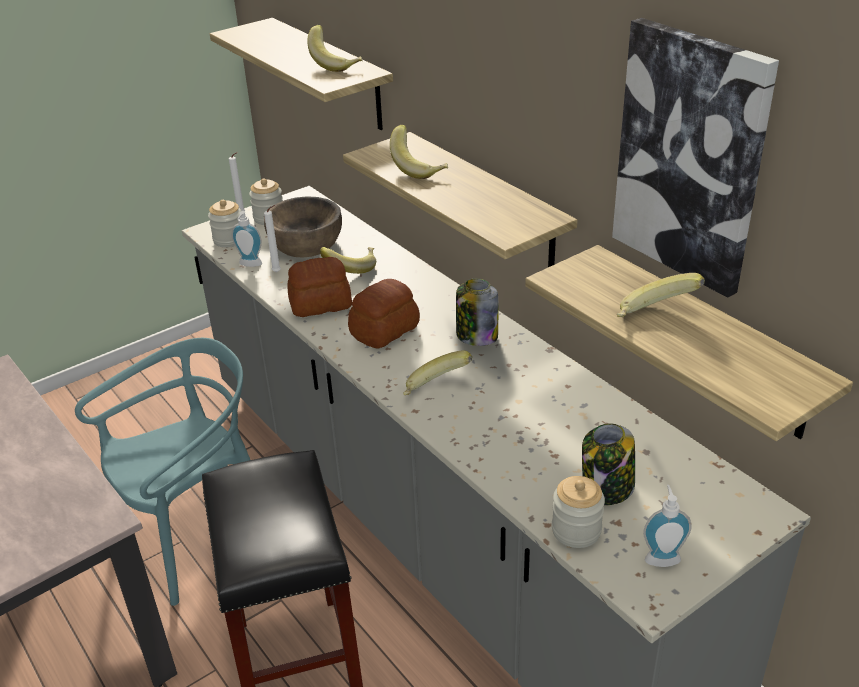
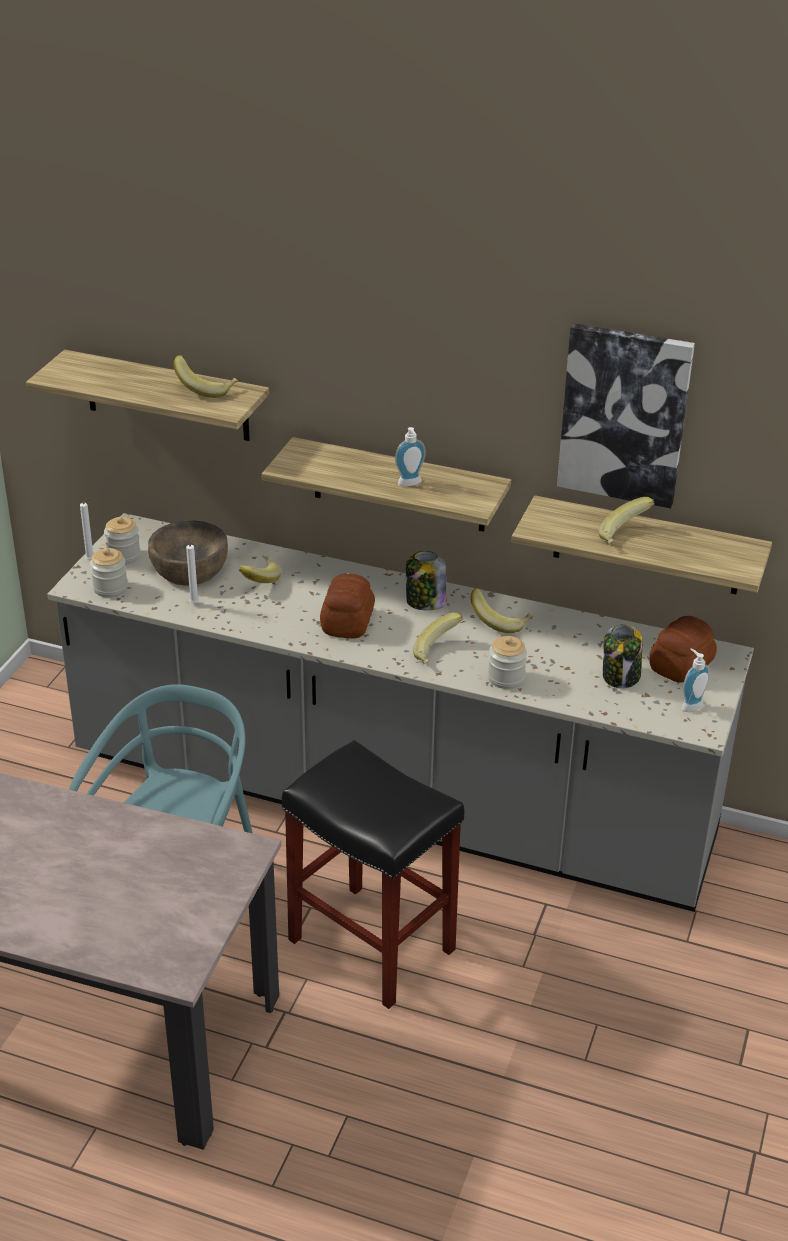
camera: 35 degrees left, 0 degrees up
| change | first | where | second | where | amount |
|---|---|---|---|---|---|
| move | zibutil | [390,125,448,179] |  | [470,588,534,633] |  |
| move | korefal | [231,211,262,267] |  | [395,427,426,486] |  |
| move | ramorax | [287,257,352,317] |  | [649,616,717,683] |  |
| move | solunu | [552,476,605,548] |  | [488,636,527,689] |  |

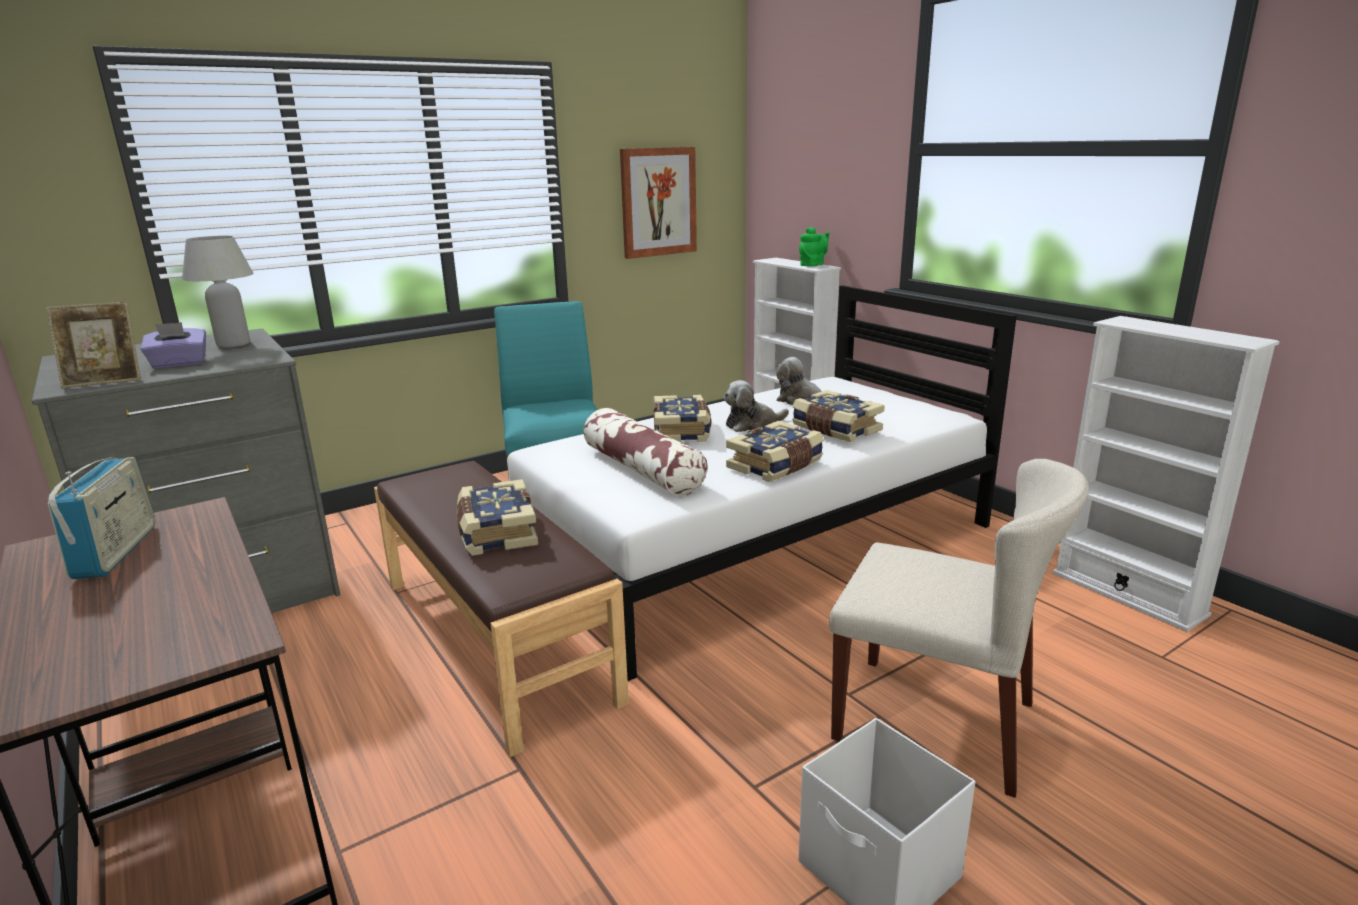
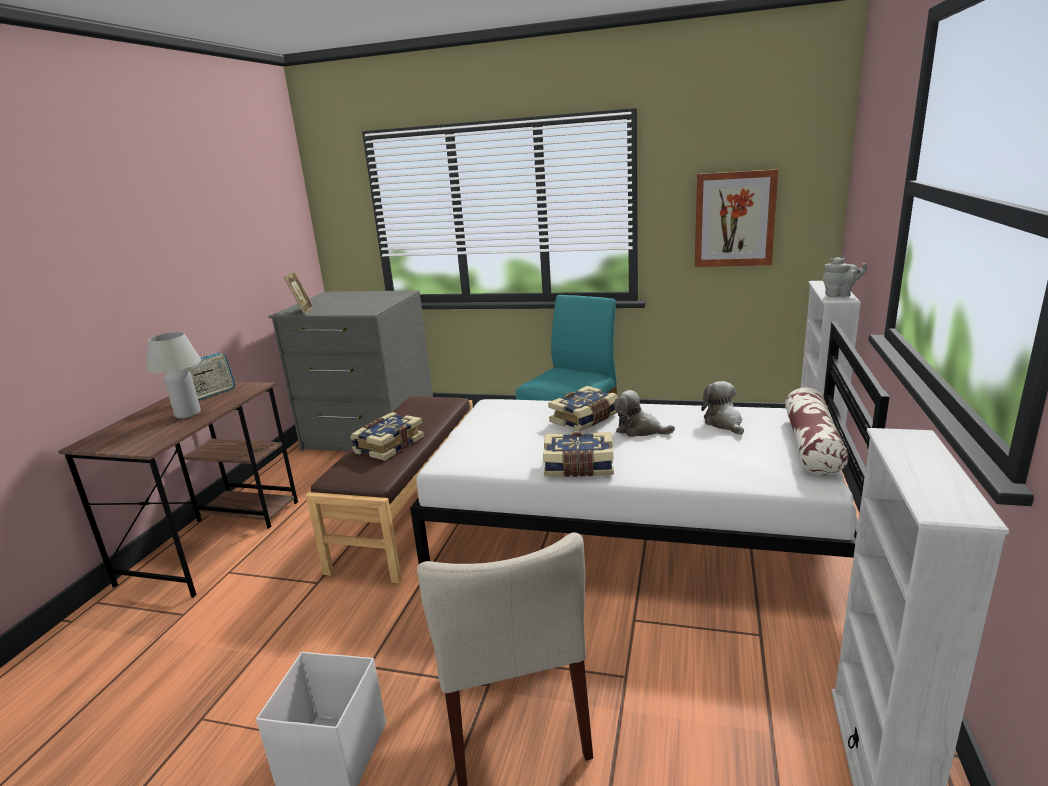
camera: 50 degrees right, 0 degrees up
| change | first | where | second | where | amount |
|---|---|---|---|---|---|
| recolor | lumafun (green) | [799,227,829,267] | lumafun (grey) | [823,257,867,297] |  |
| move | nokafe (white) | [182,236,254,348] |  | [146,332,201,419] |  |
| rotate | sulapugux | [46,302,141,388] |  | [284,271,313,315] | 120 degrees counterclockwise |
| delete | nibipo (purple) | [141,322,206,368] |  |  |  |
| delete | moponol | [792,390,884,442] |  |  |  |
| move | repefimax | [583,408,708,496] |  | [785,387,849,475] |  |

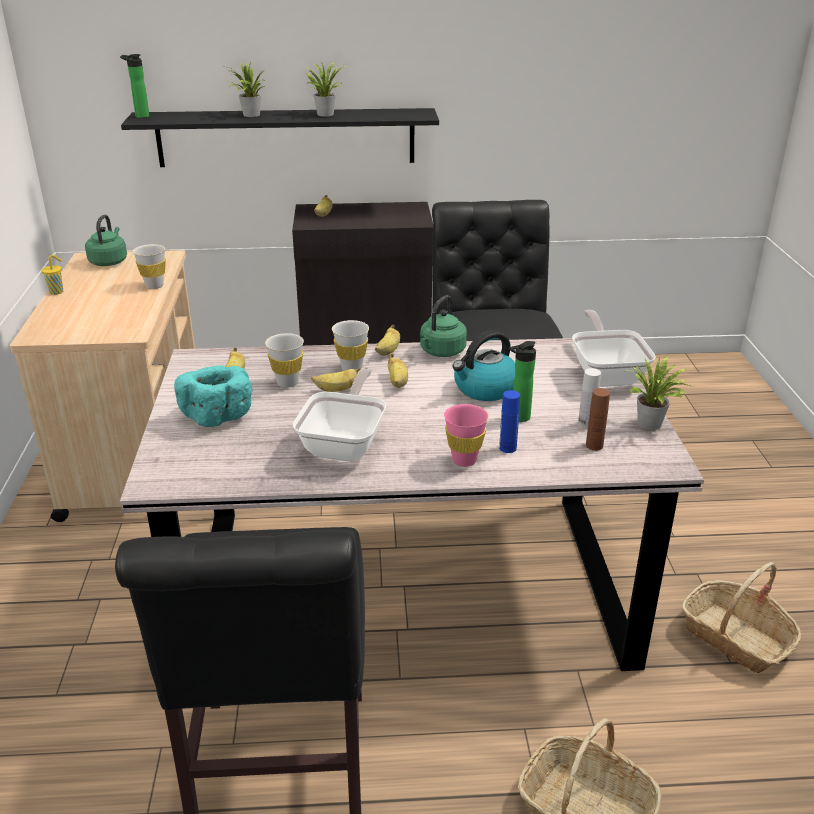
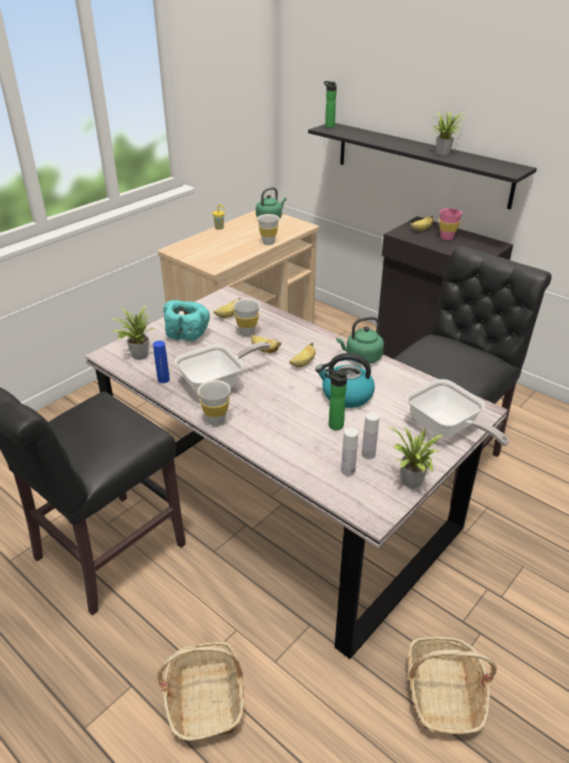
camera: 45 degrees right, 5 degrees up
| change | first | where | second | where | amount |
|---|---|---|---|---|---|
| move | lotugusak | [228,63,266,117] |  | [113,304,156,360] |  |
| rotate | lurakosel | [572,310,656,387] |  | [407,379,509,446] | 105 degrees clockwise |
| move | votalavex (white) | [332,320,369,371] |  | [198,380,230,426] |  |
| delete | zibutil | [375,325,400,356] |  |  |  |
| recolor | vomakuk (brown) | [586,388,610,451] | vomakuk (white) | [341,428,358,476] |  |
| move | vomakuk (blue) | [499,390,520,453] |  | [153,341,170,383] |  |
| move | votalavex (pink) | [444,404,489,467] |  | [439,208,462,241] |  |

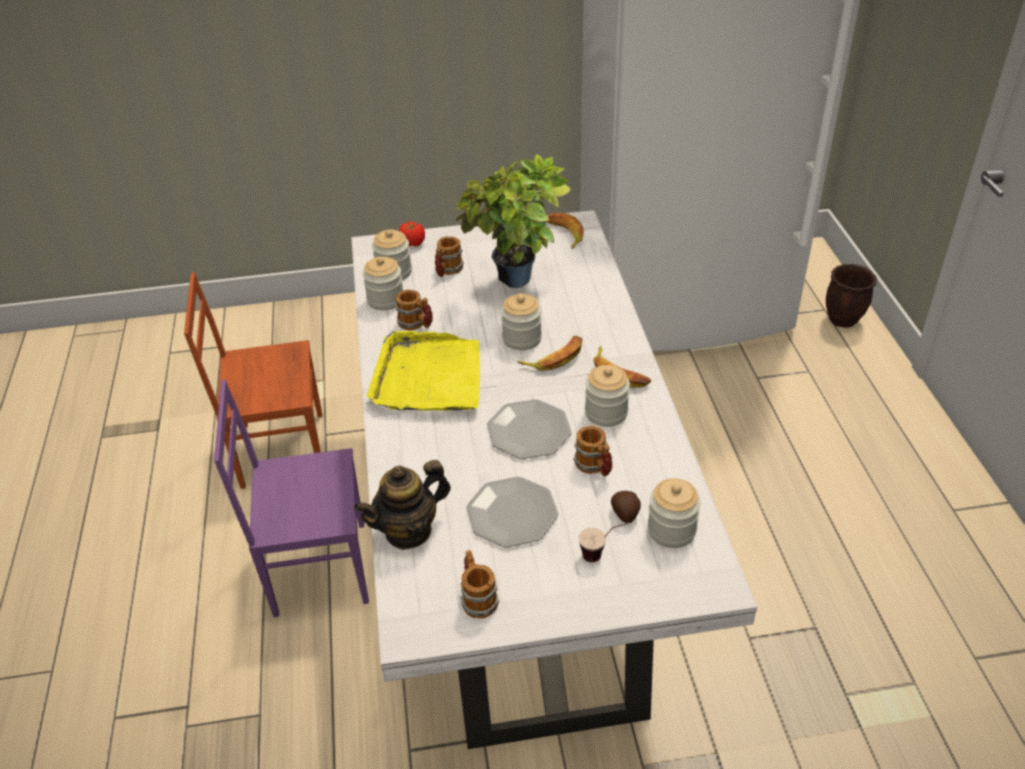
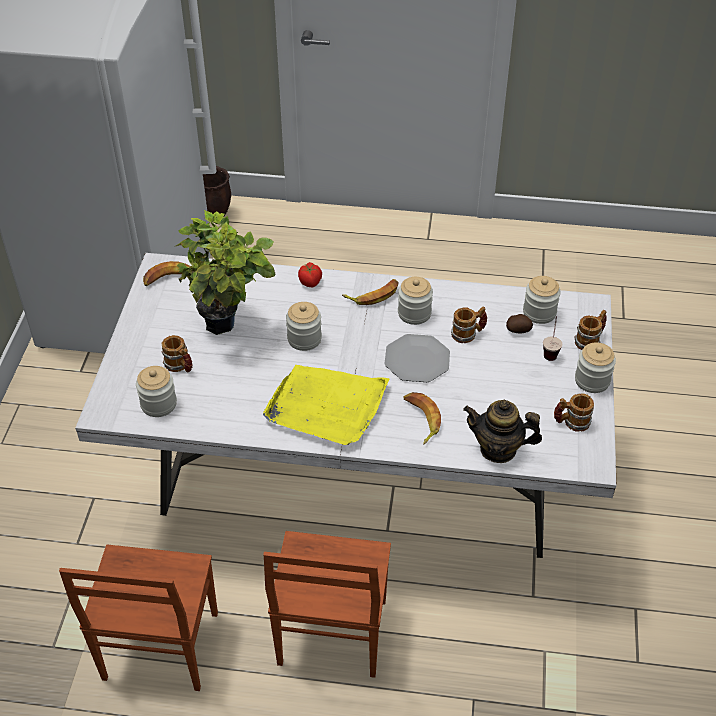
camera: 75 degrees left, 5 degrees up
| change | first | where | second | where | amount |
|---|---|---|---|---|---|
| move | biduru | [399,221,425,247] |  | [298,262,322,287] |  |
| move | solunu | [363,256,403,311] |  | [575,342,616,393] |  |
| move | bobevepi | [395,290,433,330] |  | [574,310,607,350] |  |
| move | zibutil | [518,336,582,371] |  | [404,392,441,444] |  |
| recolor | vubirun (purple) | [214,379,369,617] | vubirun (brown) | [263,531,391,678] |  |
| rotate | lumafun | [354,460,451,550] |  | [463,400,542,463] | 120 degrees clockwise |
| delete | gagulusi | [466,477,559,547] |  |  |  |

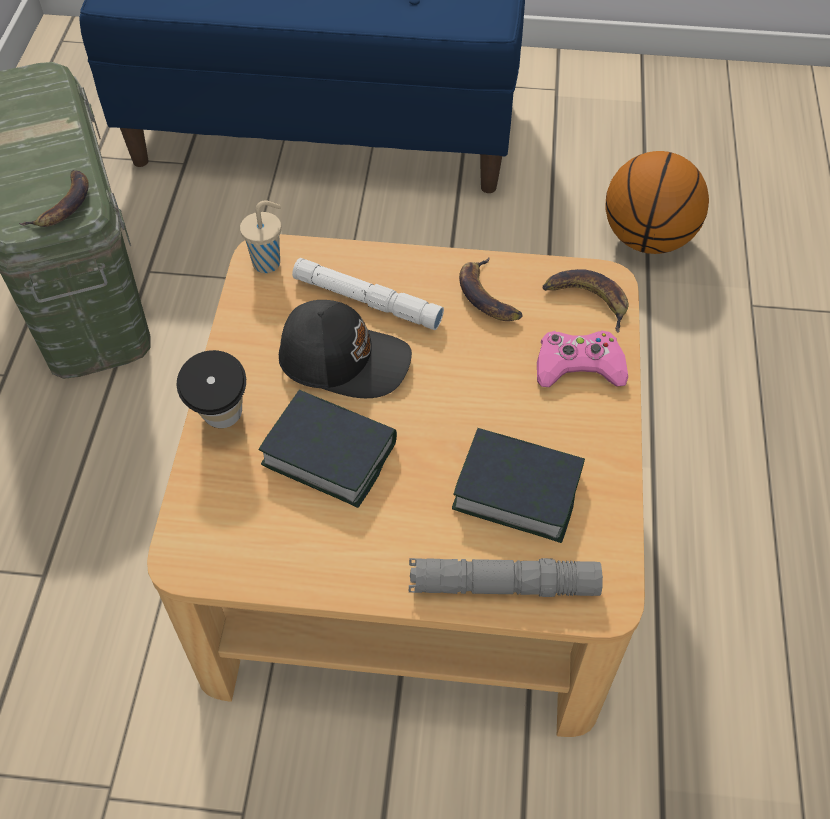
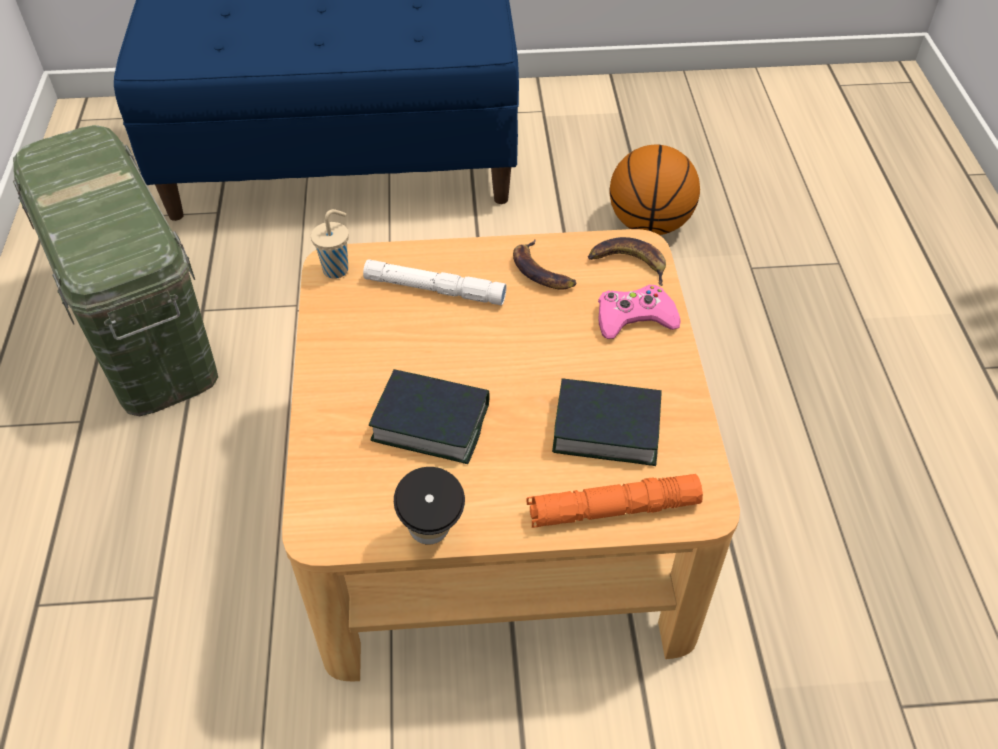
camera: 10 degrees left, 5 degrees down
| change | first | where | second | where | amount |
|---|---|---|---|---|---|
| delete | zibutil | [19,170,89,227] |  |  |  |
| delete | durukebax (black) | [279,300,412,398] |  |  |  |
| move | votalavex | [177,350,246,428] |  | [394,467,465,545] |  |
| recolor | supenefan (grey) | [409,558,603,597] | supenefan (orange) | [527,474,703,528] |  |

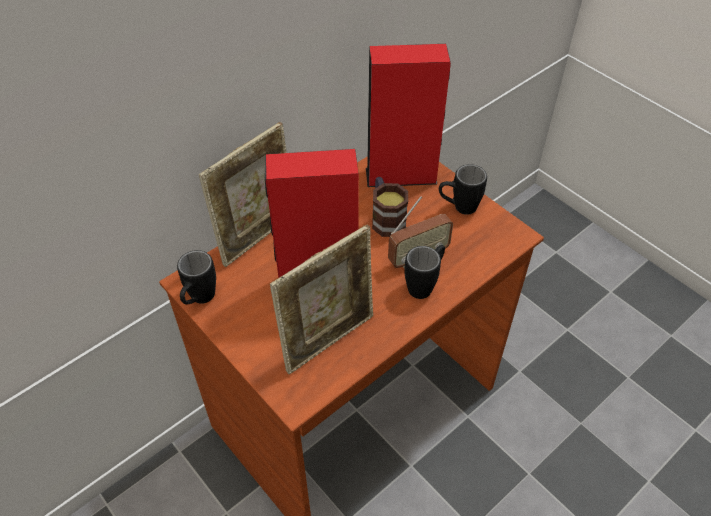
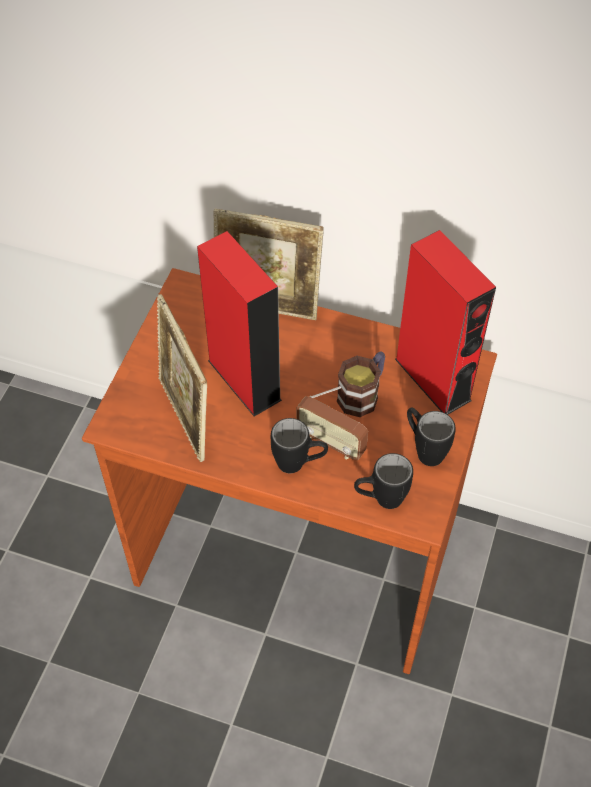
camera: 60 degrees right, 5 degrees up
| change | first | where | second | where | amount |
|---|---|---|---|---|---|
| rotate | sulapugux | [270,225,373,374] |  | [157,294,207,462] | 45 degrees clockwise |
| move | bobevepi (black) | [177,250,216,305] |  | [354,453,413,509] |  |

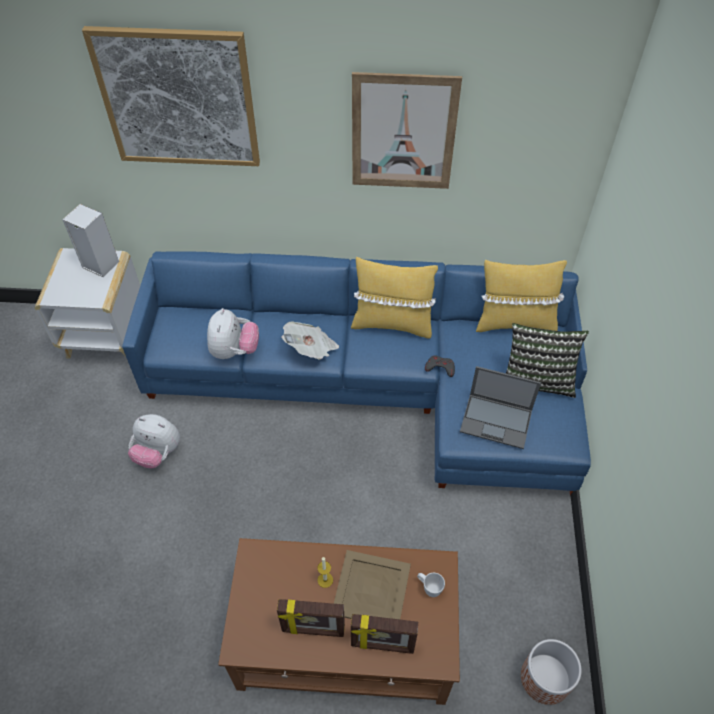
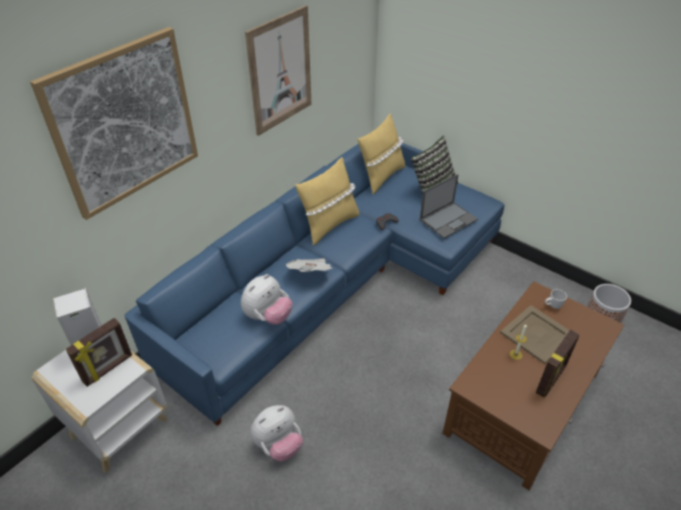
camera: 55 degrees left, 10 degrees down
| change | first | where | second | where | amount |
|---|---|---|---|---|---|
| rotate | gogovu | [207,308,259,359] |  | [241,274,293,325] | 90 degrees clockwise |
| move | sulapugux | [351,614,418,654] |  | [66,318,132,387] |  |

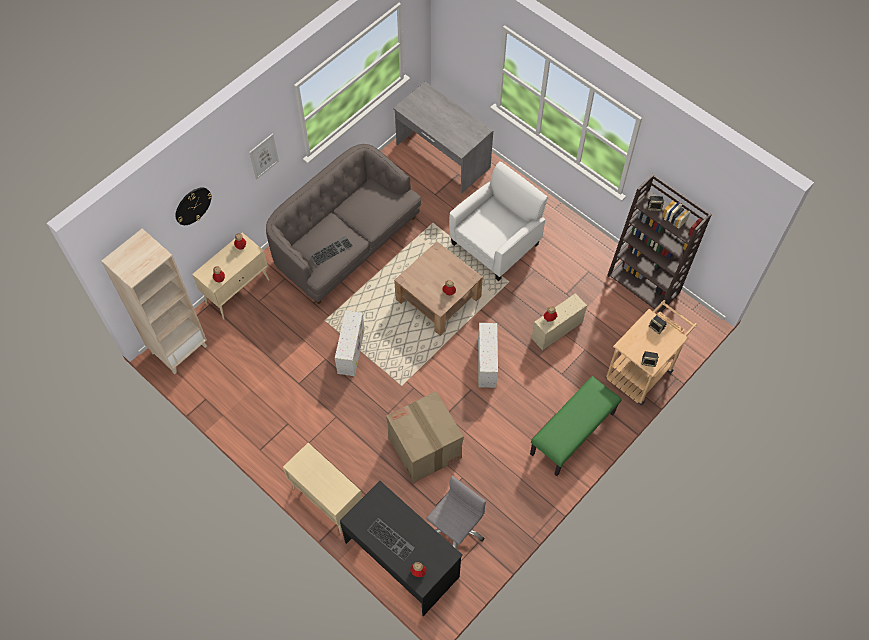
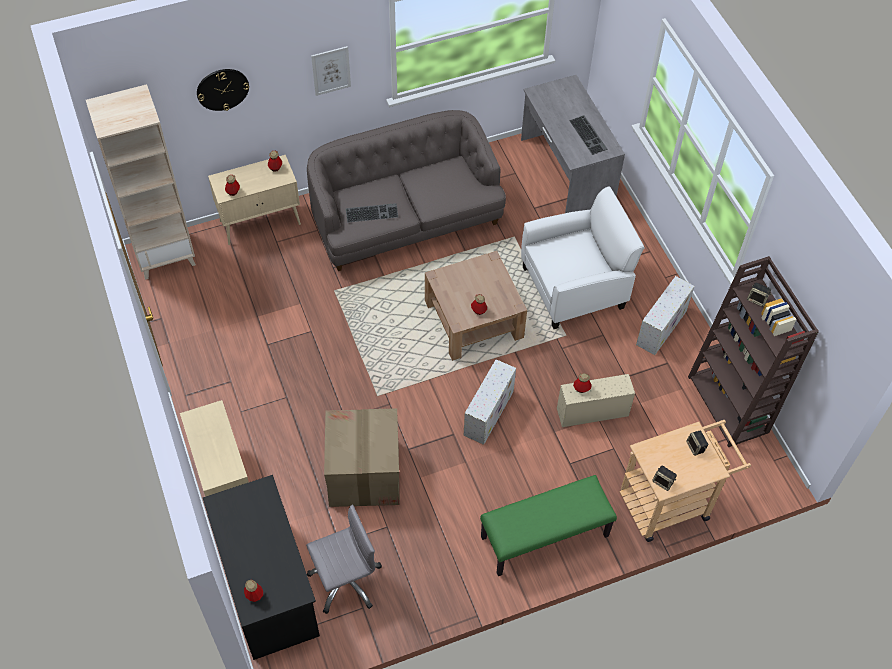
camera: 25 degrees right, 5 degrees down
| change | first | where | second | where | amount |
|---|---|---|---|---|---|
| move | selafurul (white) | [335,310,365,376] |  | [636,276,694,355] |  |
| move | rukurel | [367,518,415,561] |  | [569,115,607,155] |  |

